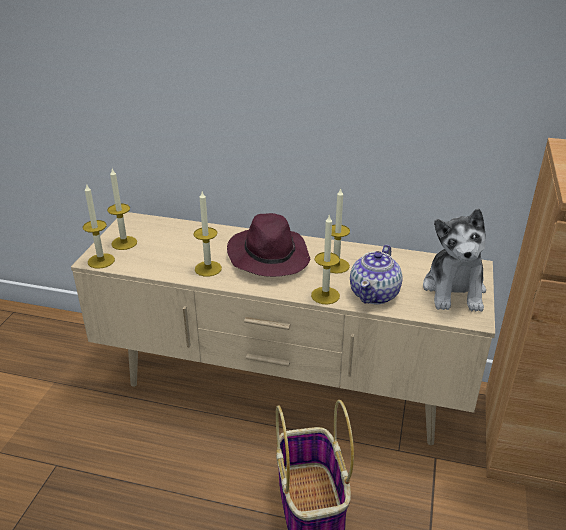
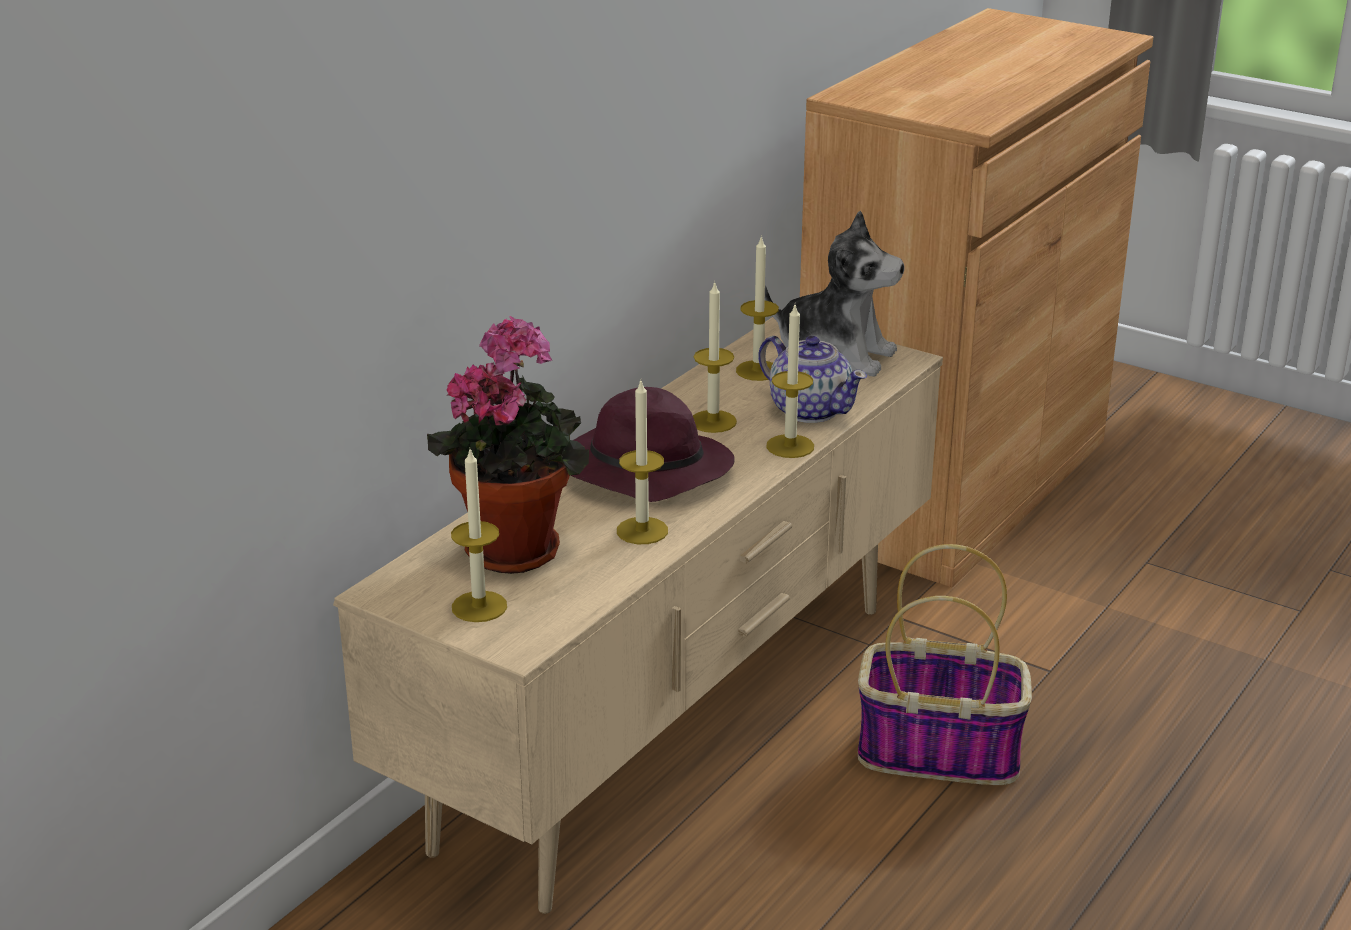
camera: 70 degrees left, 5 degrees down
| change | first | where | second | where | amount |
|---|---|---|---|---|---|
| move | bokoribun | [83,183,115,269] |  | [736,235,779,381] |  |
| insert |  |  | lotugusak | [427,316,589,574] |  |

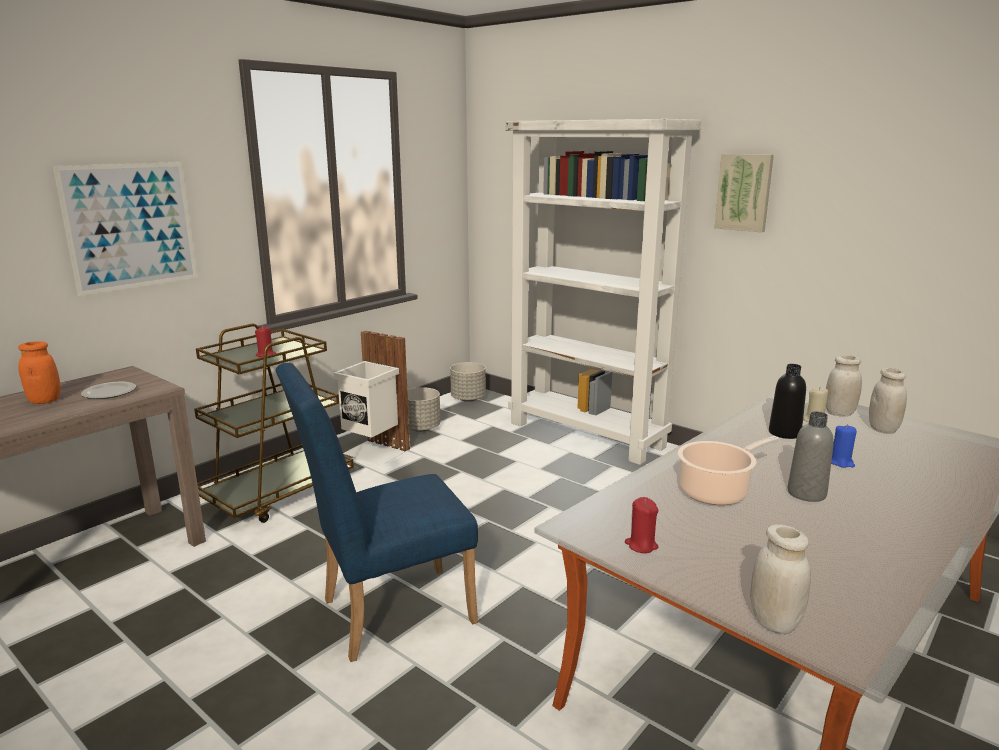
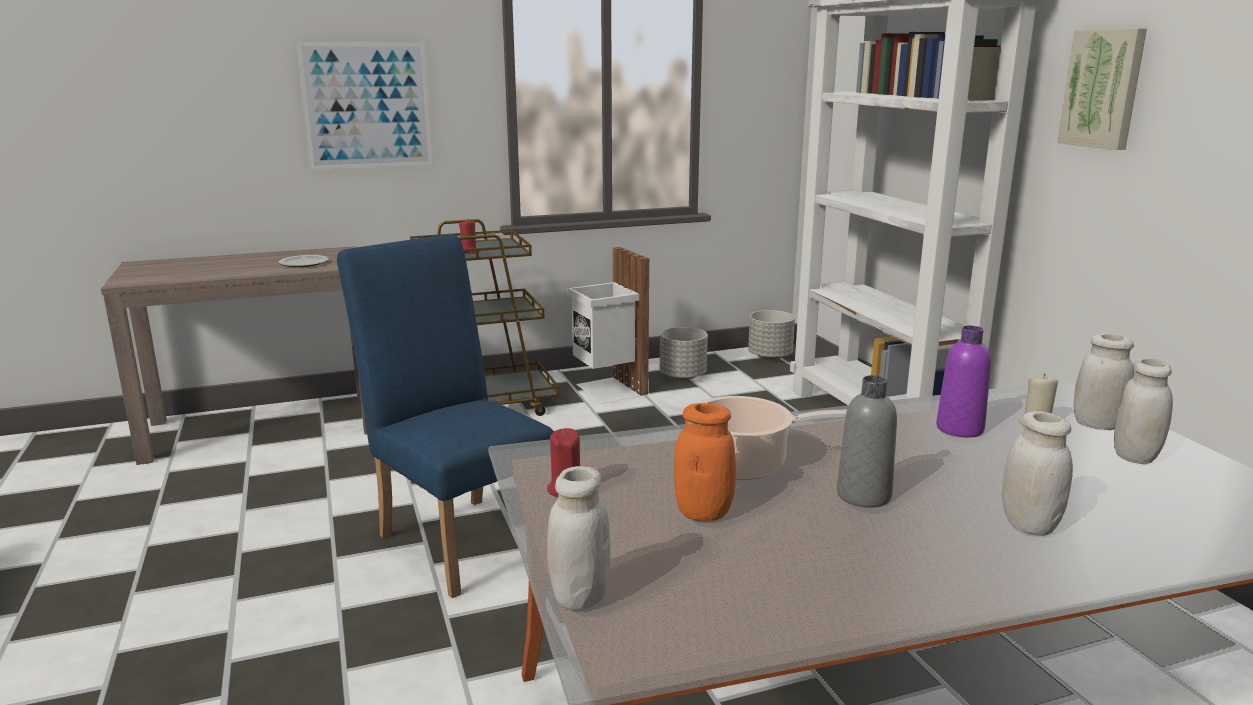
camera: 30 degrees right, 0 degrees up
| change | first | where | second | where | amount |
|---|---|---|---|---|---|
| move | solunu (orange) | [18,341,61,404] |  | [674,403,736,521] |  |
| rotate | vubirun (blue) | [275,363,478,662] |  | [337,234,554,598] | 45 degrees clockwise |
| recolor | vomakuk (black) | [769,364,806,439] | vomakuk (purple) | [936,326,991,437] |  |
| delete | bokoribun (blue) | [831,424,857,468] |  |  |  |
| insert |  |  | solunu (white) | [1002,411,1073,536] |  |

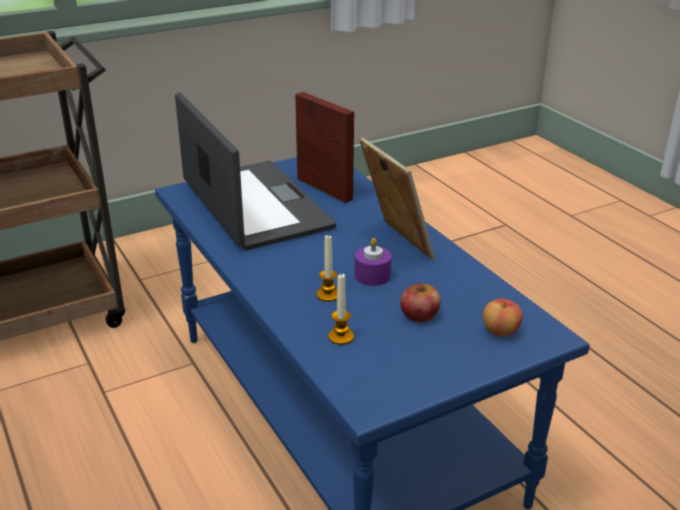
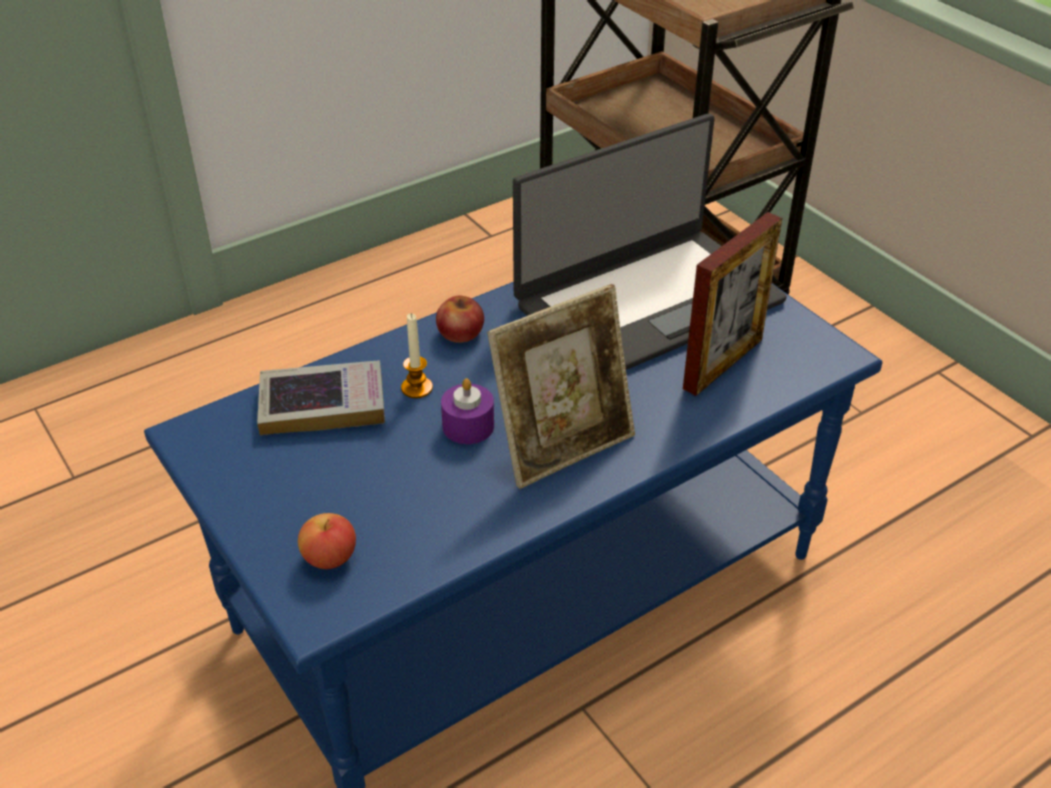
camera: 85 degrees right, 10 degrees up
| change | first | where | second | where | amount |
|---|---|---|---|---|---|
| replace | bokoribun | [328,273,354,345] | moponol | [257,360,385,435] |  |
| move | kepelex | [400,283,441,322] |  | [436,296,484,343] |  |

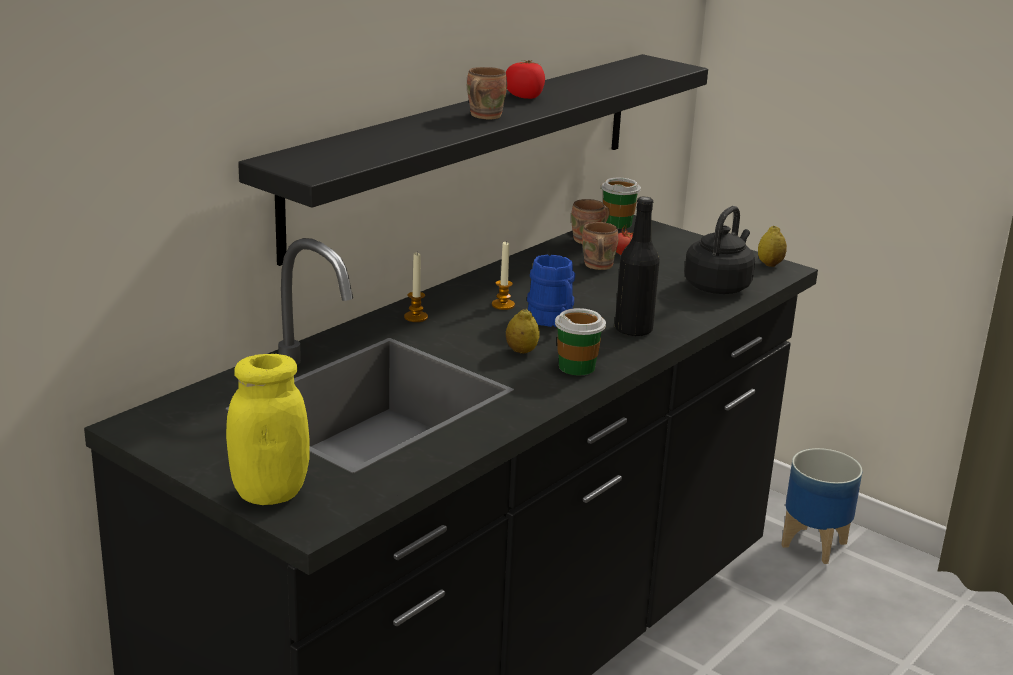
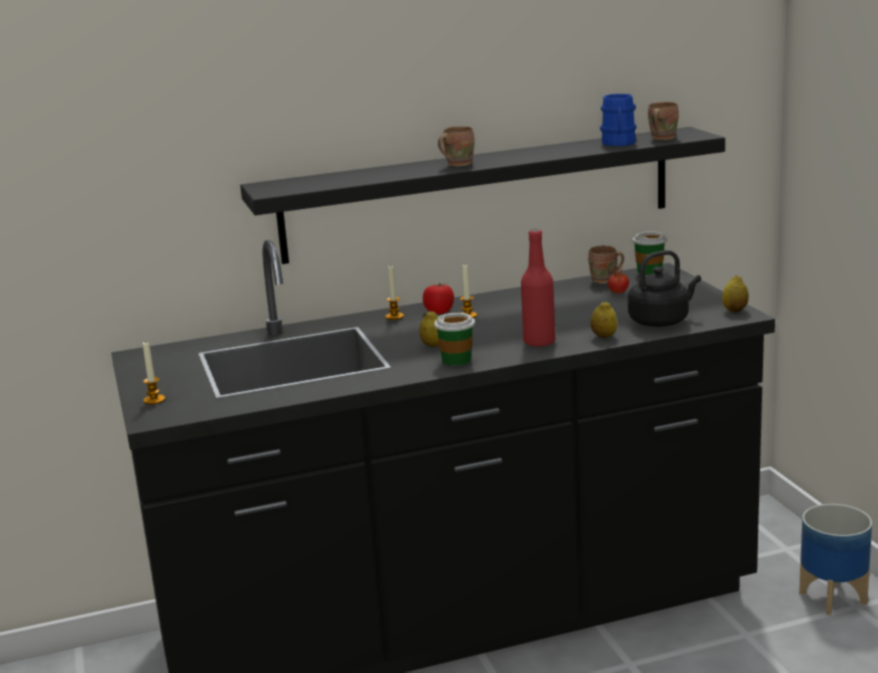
camera: 35 degrees right, 5 degrees down
| change | first | where | second | where | amount |
|---|---|---|---|---|---|
| move | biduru | [506,60,545,99] |  | [423,283,454,314] |  |
| recolor | vomakuk (black) | [615,196,660,337] | vomakuk (red) | [521,229,555,347] |  |
| move | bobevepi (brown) | [582,222,618,270] |  | [648,102,679,140] |  |
| move | bobevepi (blue) | [527,255,575,327] |  | [600,94,636,146] |  |
| replace | solunu (yellow) | [226,354,309,505] | bokoribun | [143,341,165,405] |  |
| insert |  |  | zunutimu | [590,301,617,338] |  |

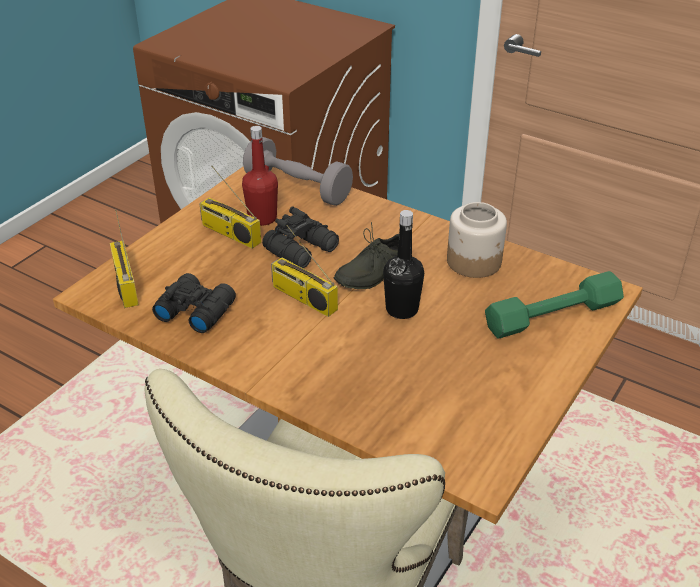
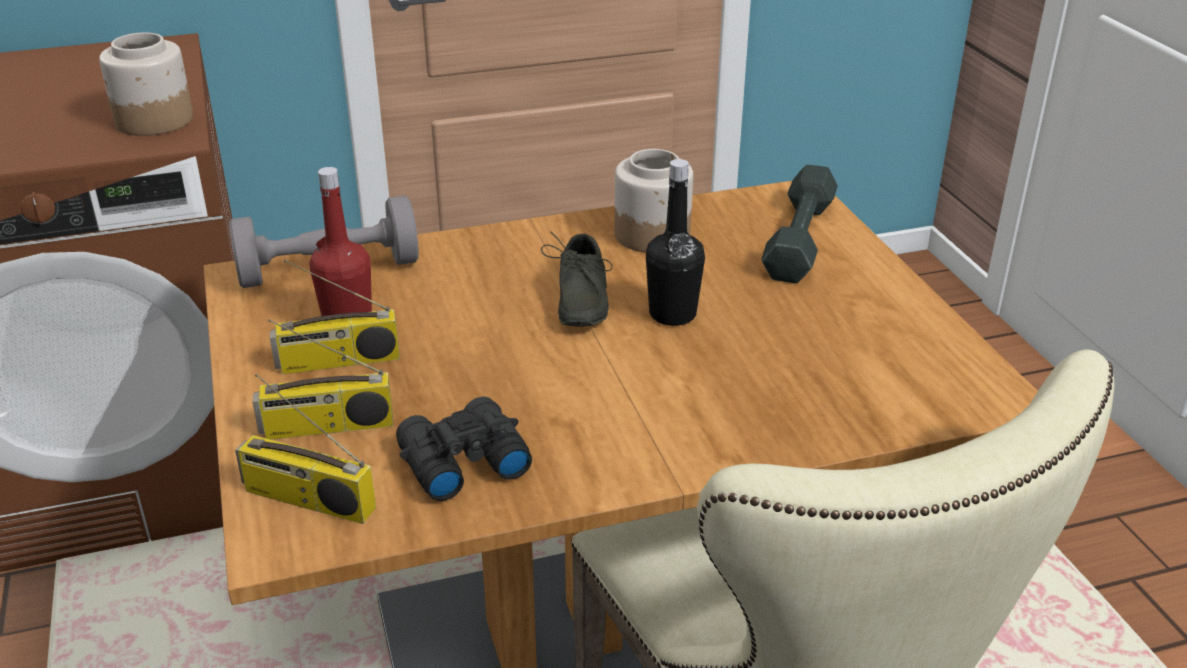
camera: 50 degrees left, 5 degrees down
| change | first | where | second | where | amount |
|---|---|---|---|---|---|
| delete | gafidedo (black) | [262,206,339,268] |  |  |  |
| move | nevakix | [271,225,338,317] |  | [252,319,394,440] |  |
| recolor | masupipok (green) | [485,271,624,339] | masupipok (grey) | [761,165,838,283] |  |
| insert |  |  | solunu | [99,33,193,136] |  |

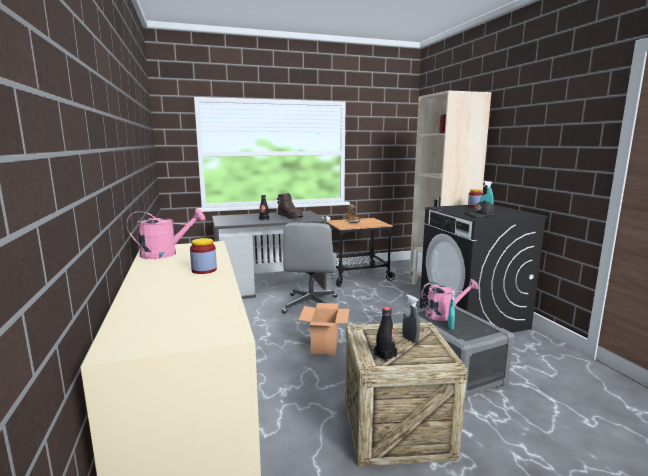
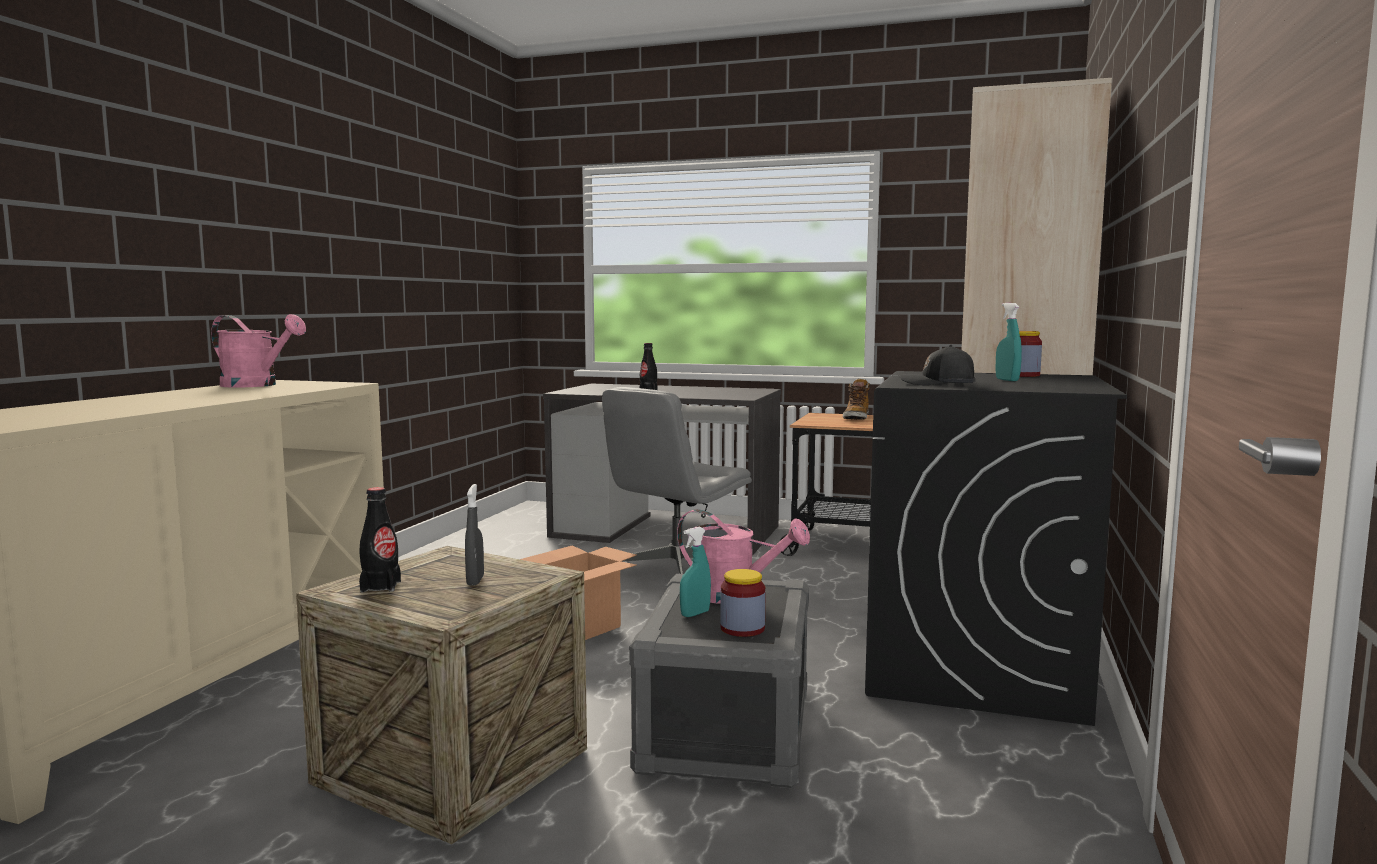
camera: 35 degrees right, 5 degrees down
| change | first | where | second | where | amount |
|---|---|---|---|---|---|
| delete | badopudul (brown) | [277,193,303,219] |  |  |  |
| move | solunu | [190,238,217,274] |  | [720,569,766,637] |  |

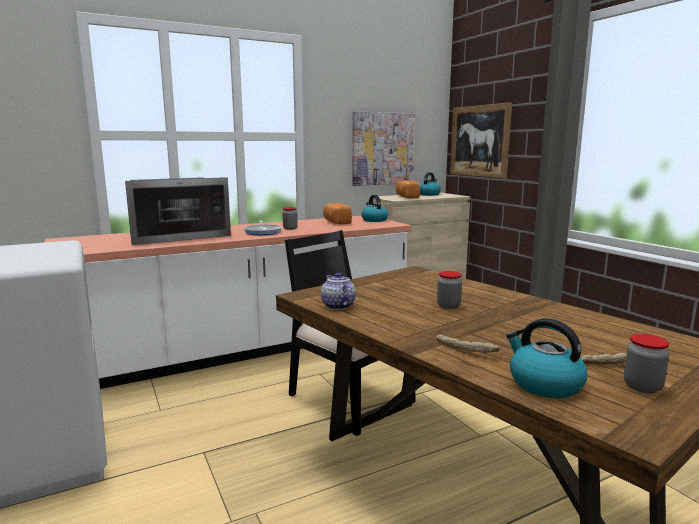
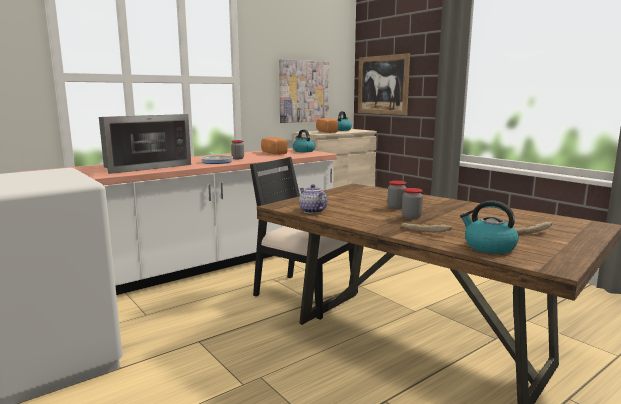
camera: 10 degrees left, 0 degrees up
| change | first | where | second | where | amount |
|---|---|---|---|---|---|
| move | solunu | [624,334,669,394] |  | [402,188,423,219] |  |

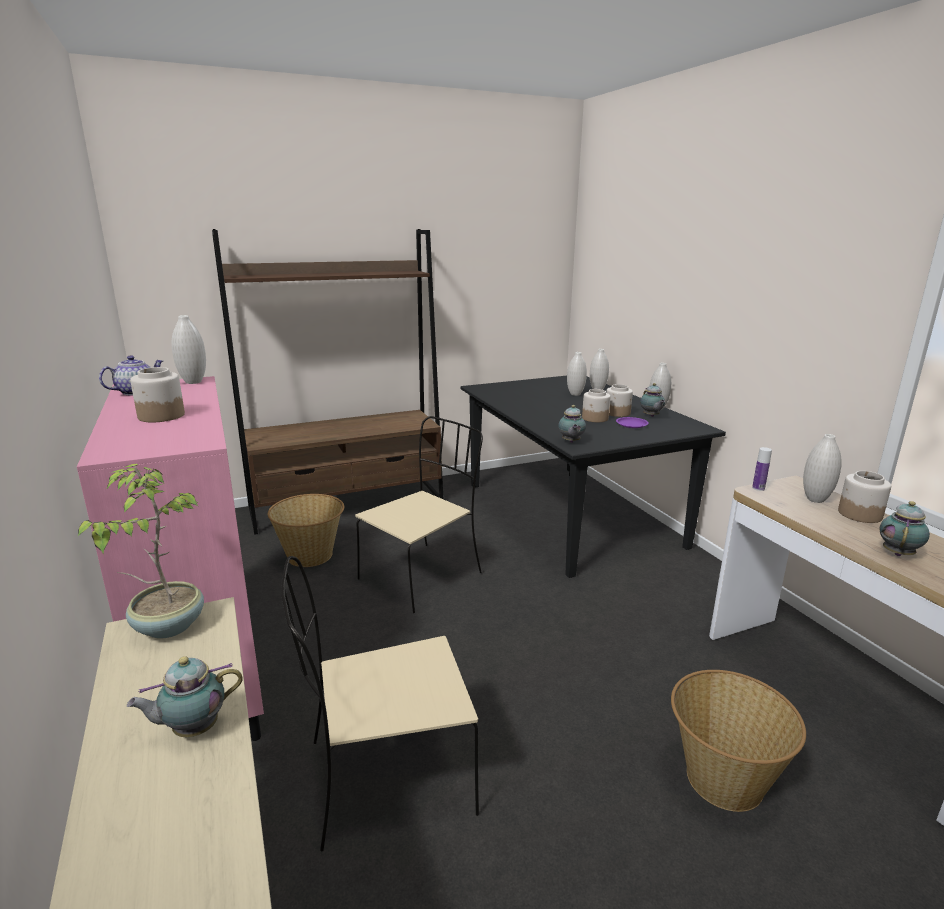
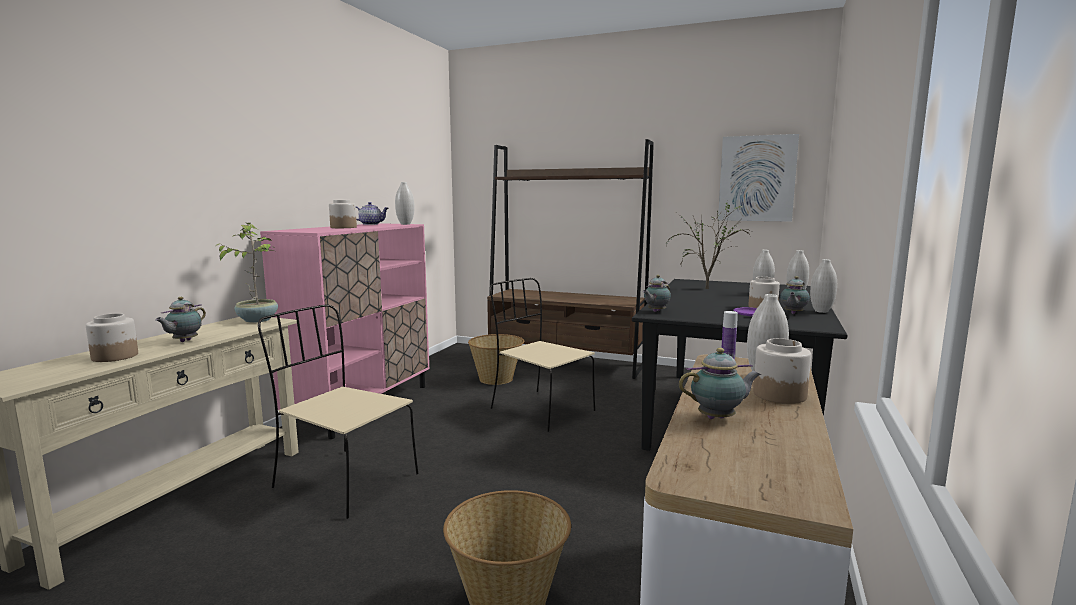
camera: 45 degrees right, 10 degrees down
| change | first | where | second | where | amount |
|---|---|---|---|---|---|
| move | solunu | [582,389,610,422] |  | [86,313,138,362] |  |
| rotate | vubirun (beige) | [355,416,483,613] |  | [490,278,595,432] | 135 degrees counterclockwise |
| rotate | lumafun | [127,656,243,737] |  | [155,297,206,342] | 90 degrees counterclockwise |
| insert |  |  | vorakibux | [718,134,799,222] |  |
| insert |  |  | lotugusak | [666,203,751,289] |  |

